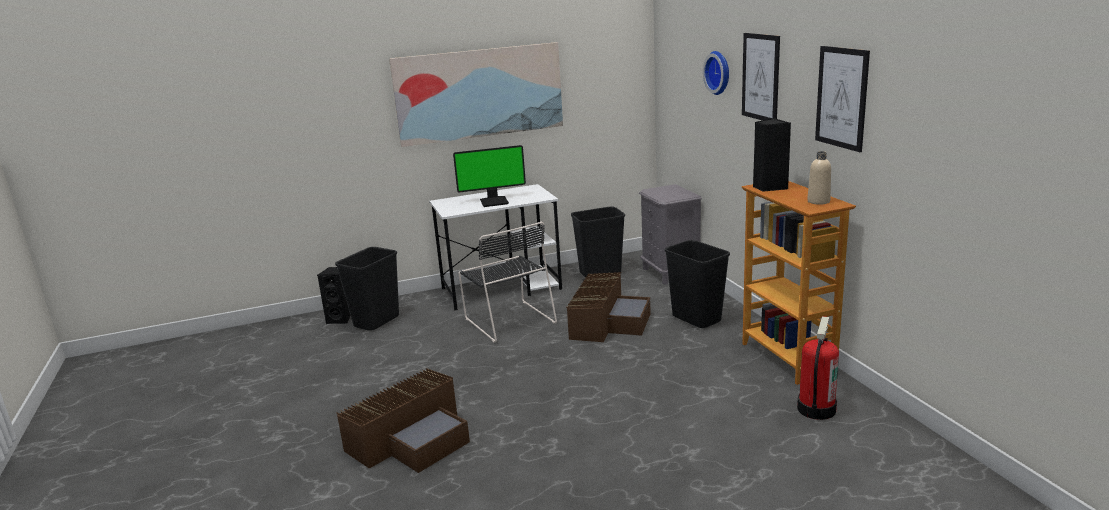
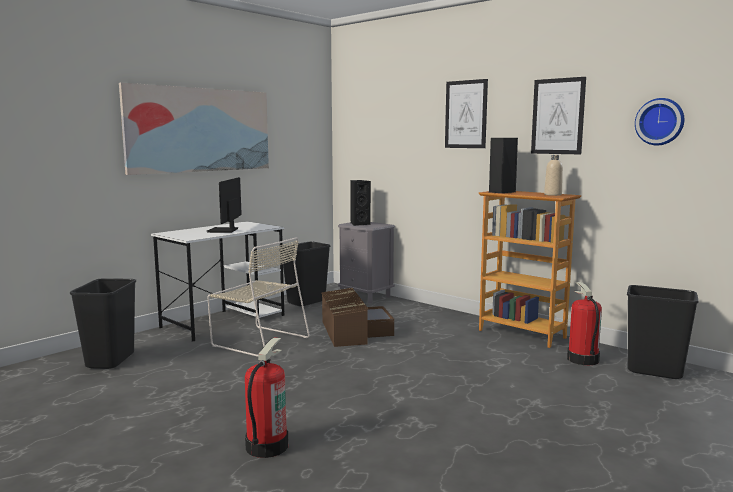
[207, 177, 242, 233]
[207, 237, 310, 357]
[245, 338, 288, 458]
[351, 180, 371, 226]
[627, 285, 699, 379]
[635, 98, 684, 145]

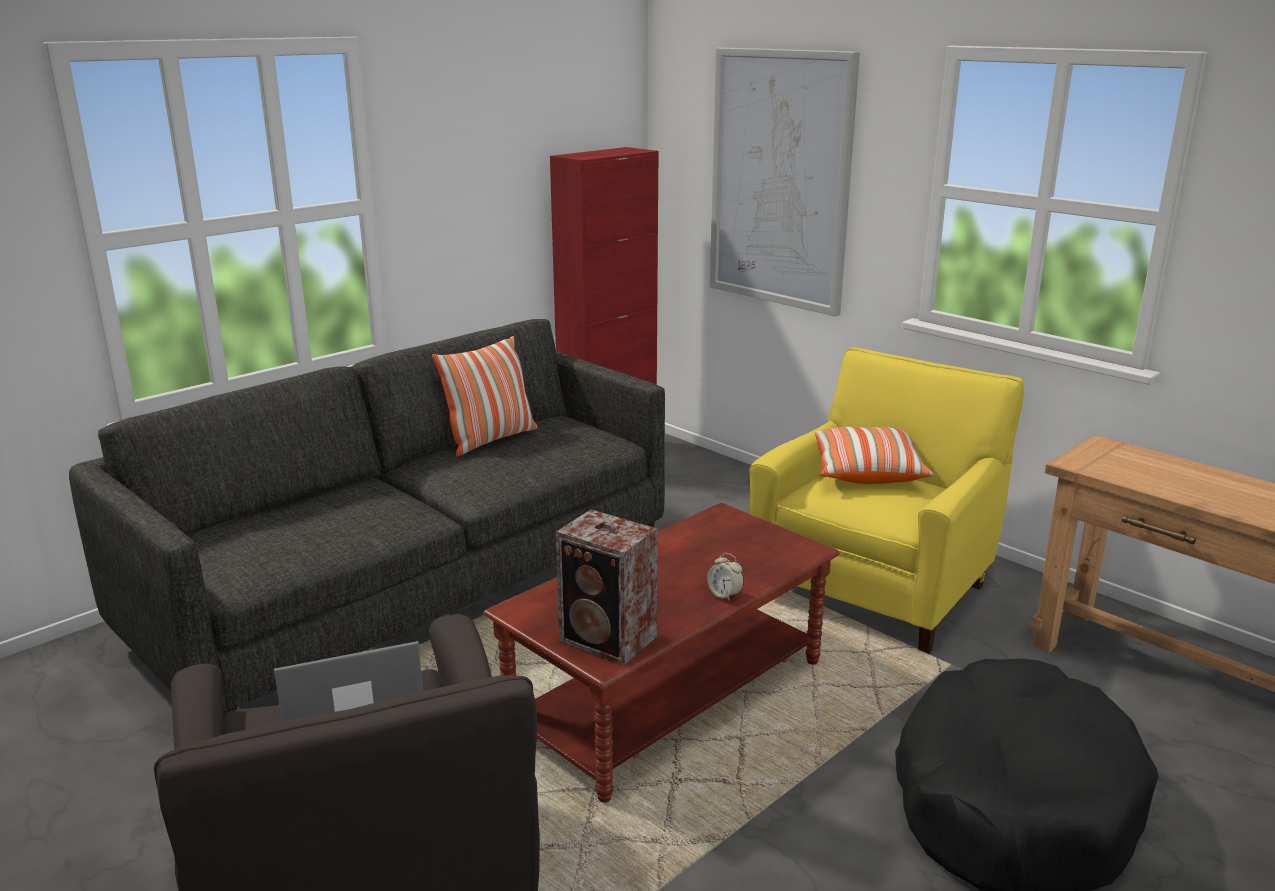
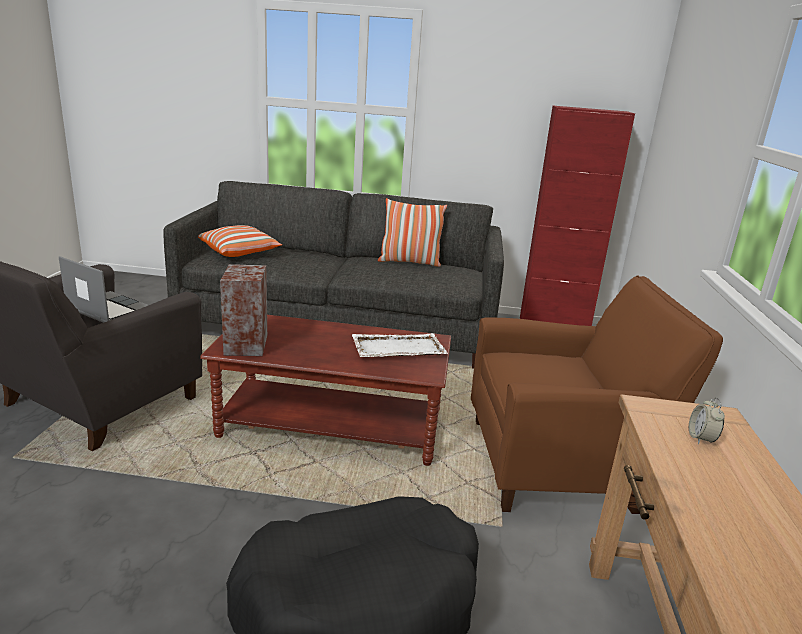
[198, 225, 282, 257]
[352, 333, 448, 357]
[471, 275, 723, 514]
[689, 397, 725, 444]
[710, 47, 860, 316] (first image)

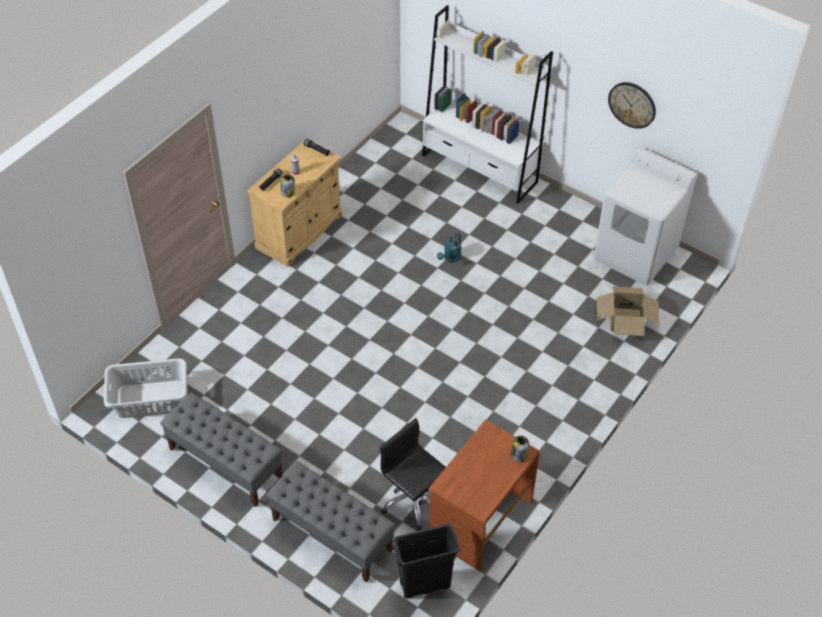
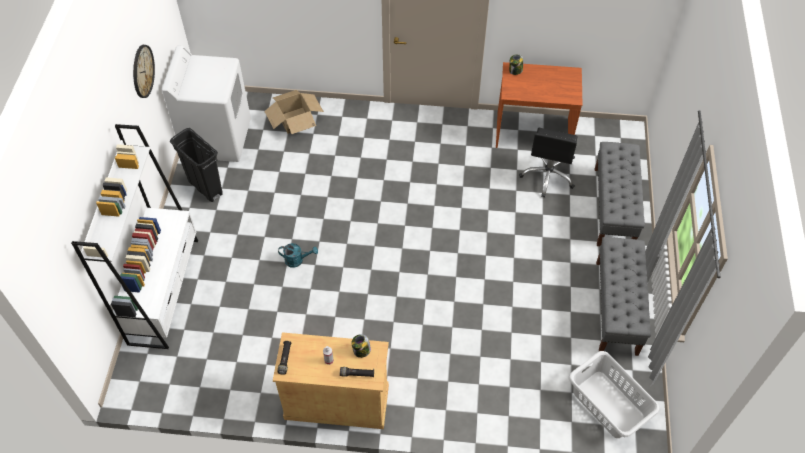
[170, 128, 223, 202]

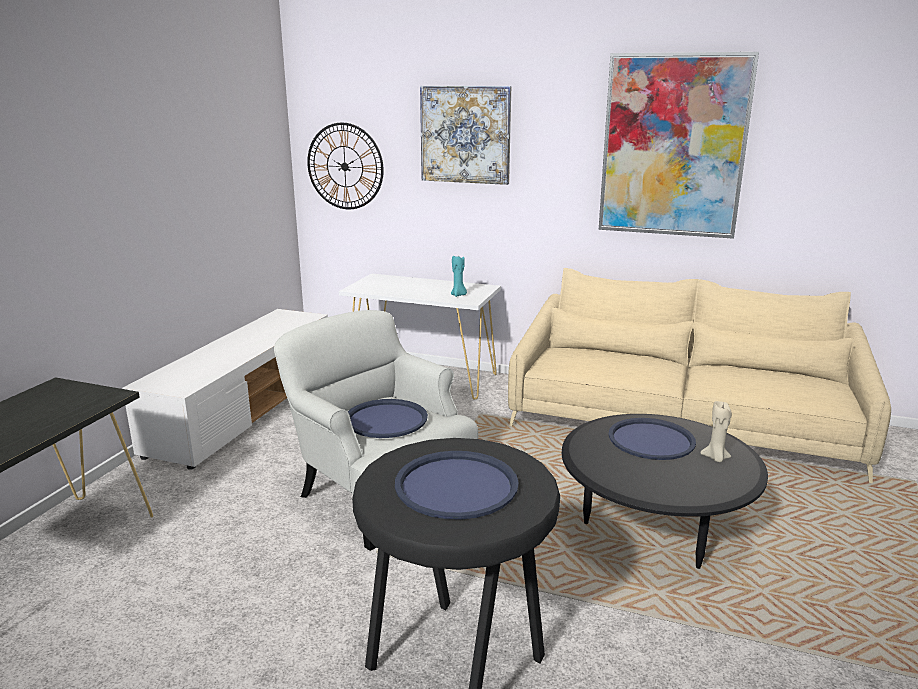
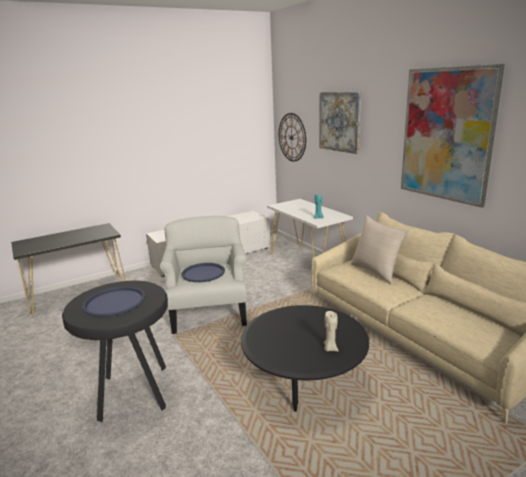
[351, 215, 409, 284]
[609, 418, 696, 460] (first image)

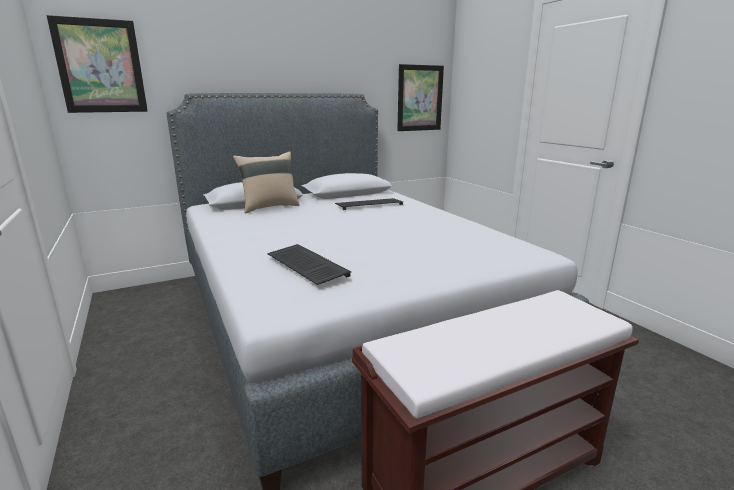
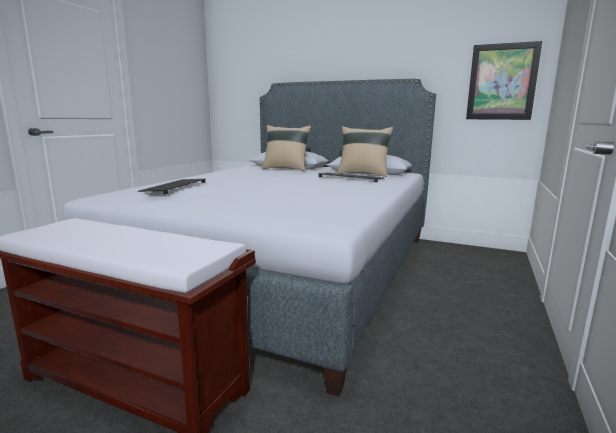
[337, 126, 393, 177]
[46, 15, 148, 113] (first image)

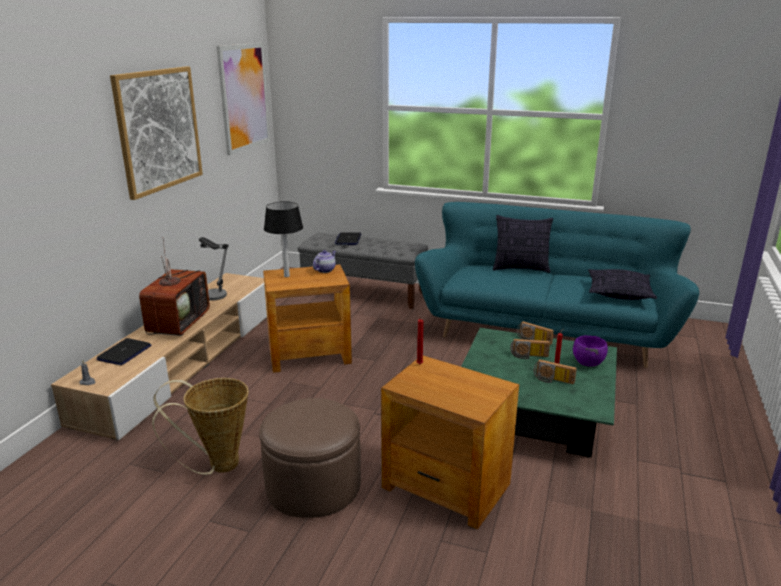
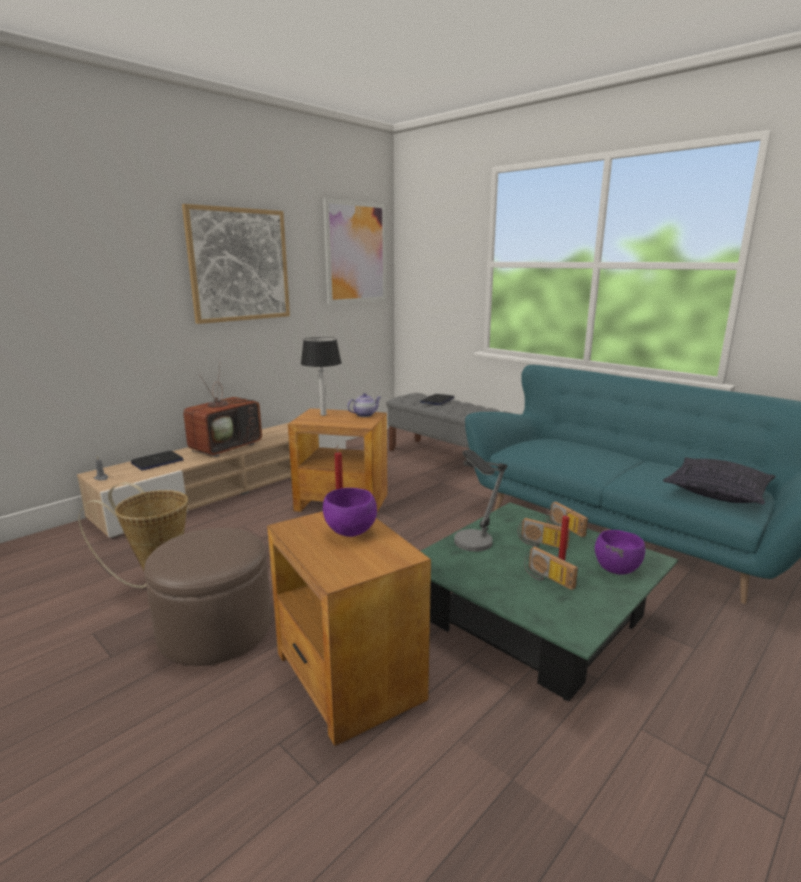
[323, 488, 377, 537]
[454, 450, 507, 552]
[493, 215, 553, 273] (first image)

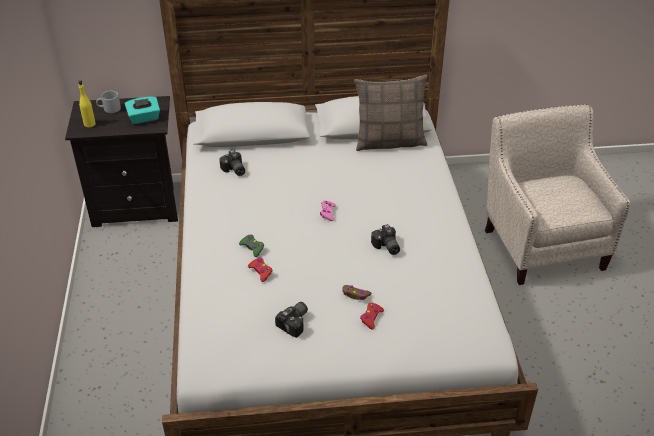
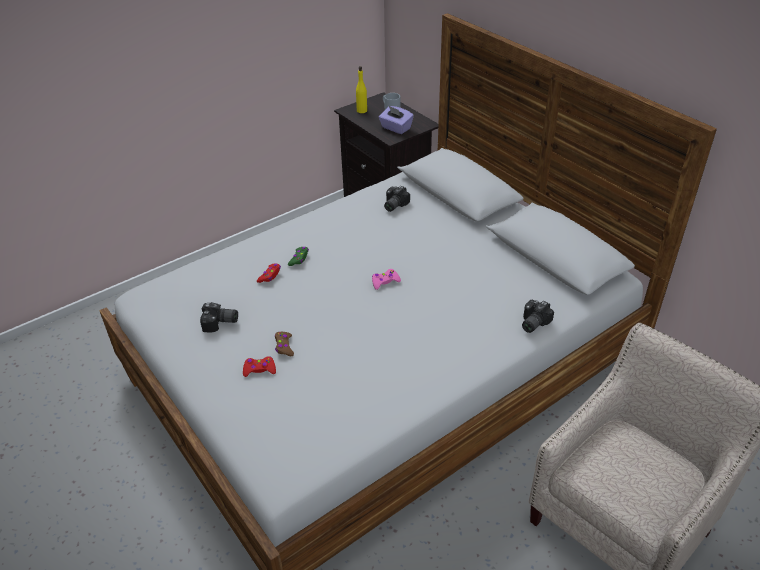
[379, 106, 414, 134]
[522, 300, 554, 333]
[354, 75, 428, 151] (first image)

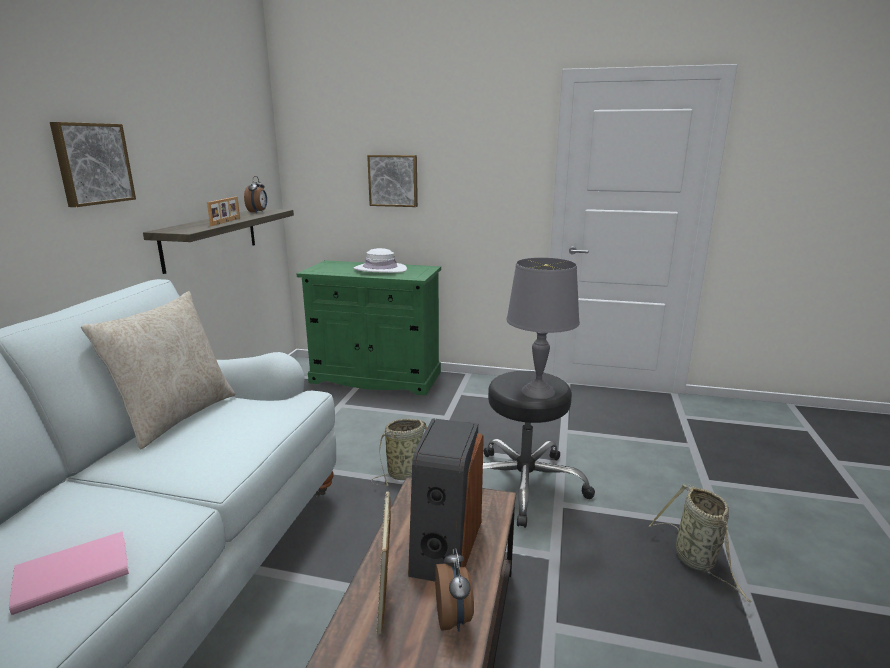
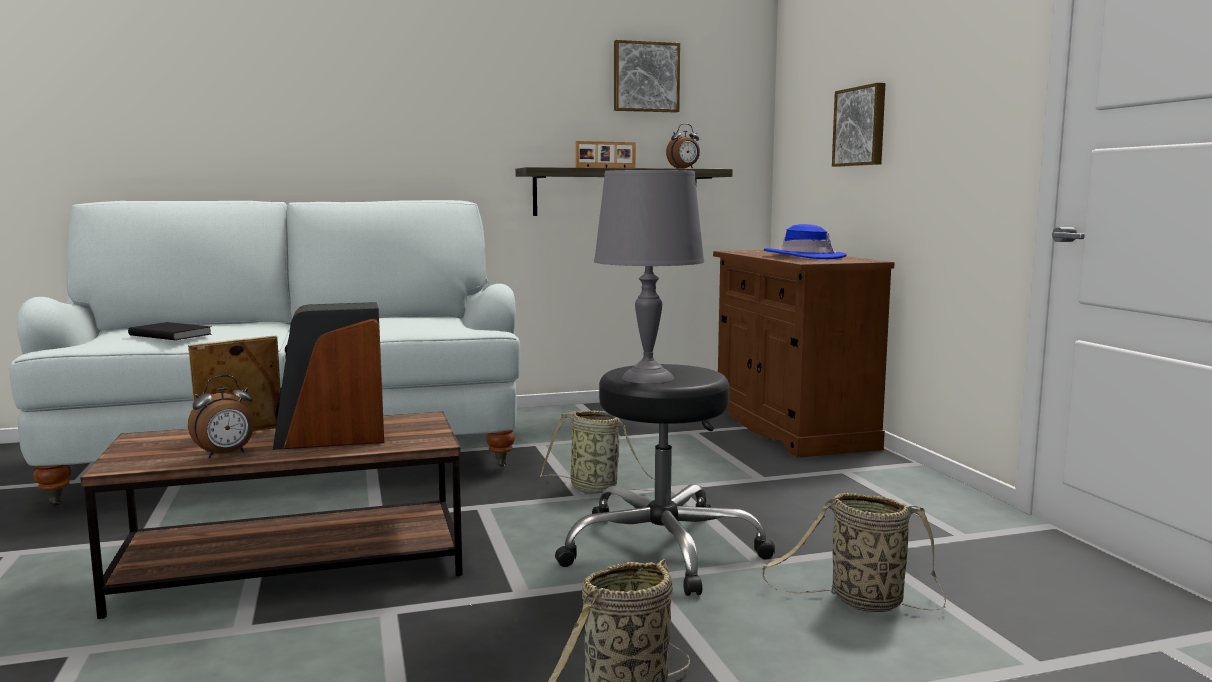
[128, 322, 212, 340]
[614, 40, 680, 113]
[713, 250, 895, 458]
[761, 493, 946, 612]
[764, 224, 847, 259]
[81, 291, 236, 449] (first image)

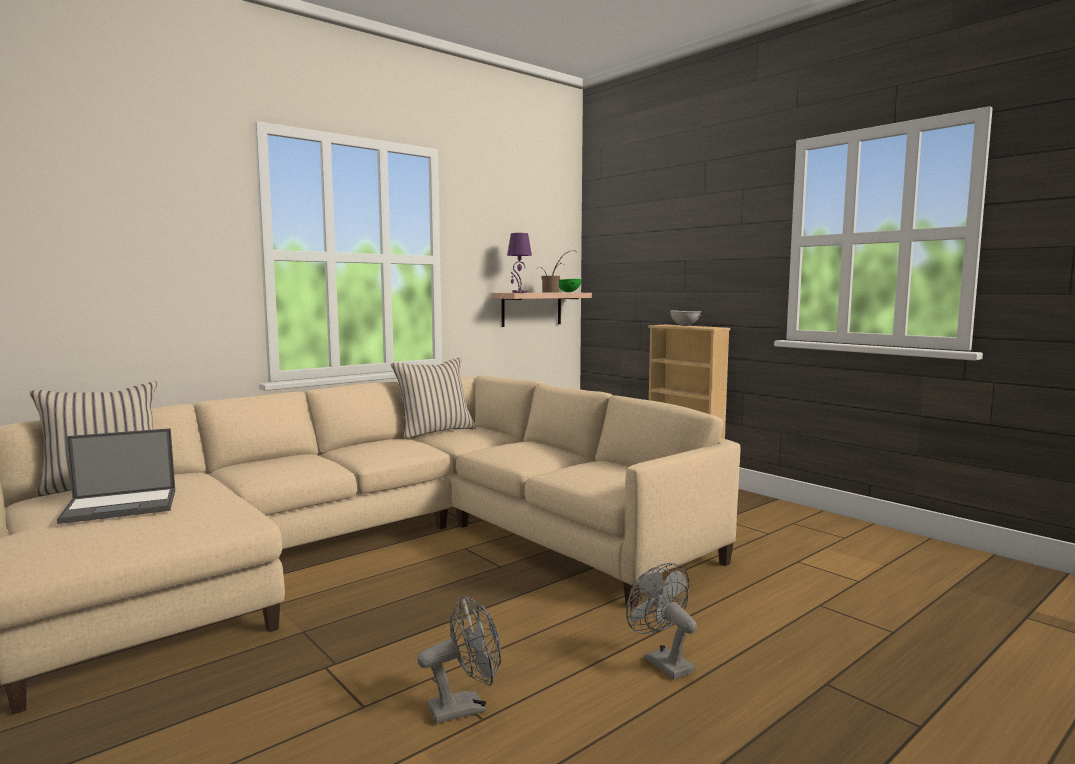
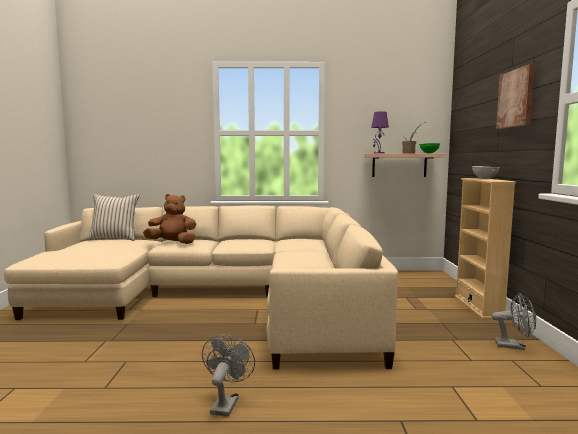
[143, 194, 196, 244]
[492, 293, 536, 350]
[496, 64, 535, 129]
[57, 428, 175, 524] (first image)
[391, 357, 476, 438] (first image)

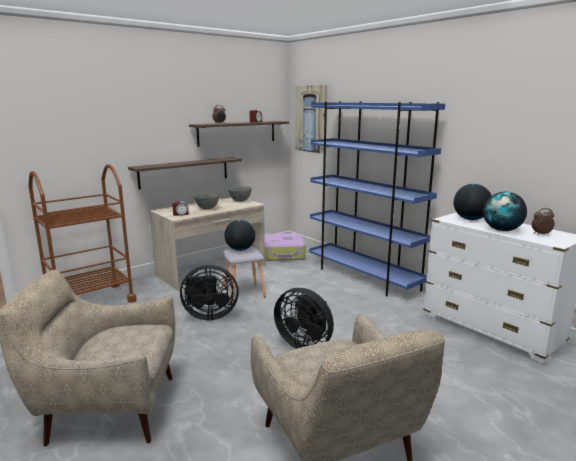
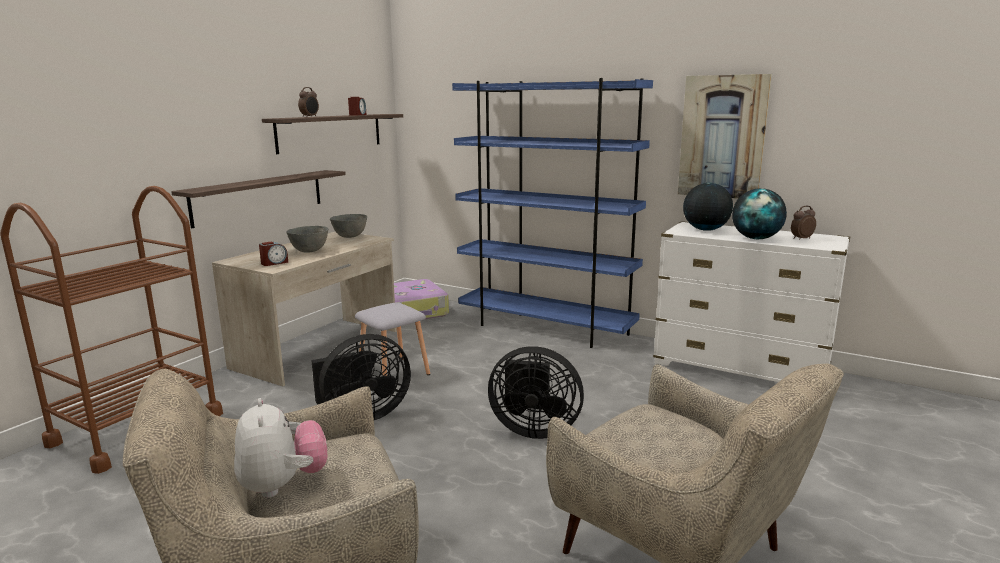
[234, 398, 328, 498]
[678, 74, 772, 199]
[224, 220, 256, 251] (first image)

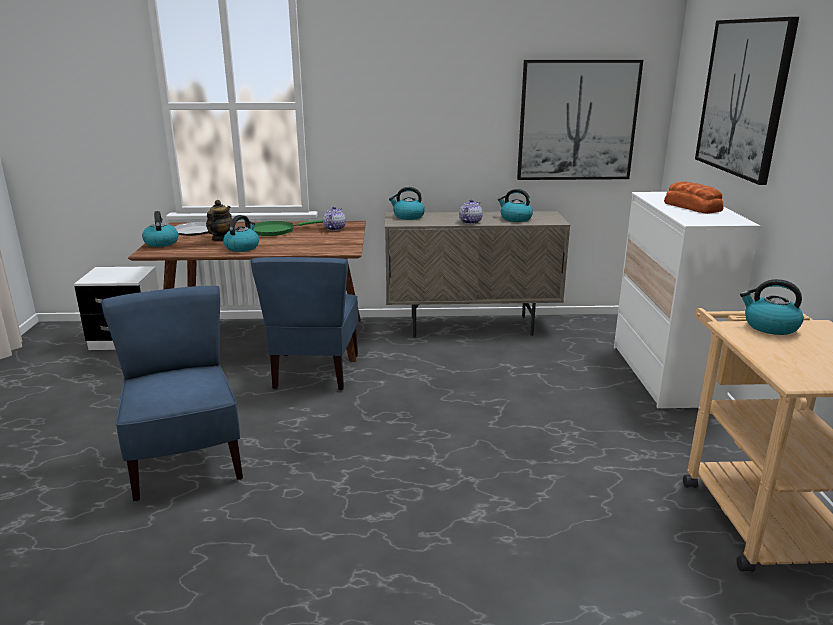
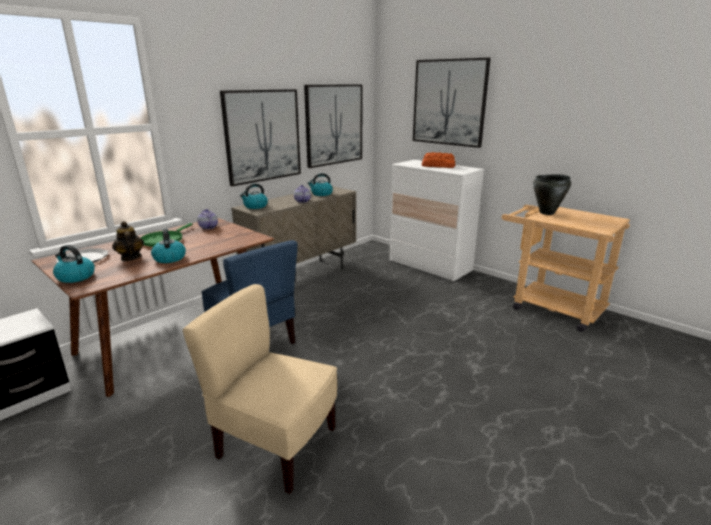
[183, 284, 337, 494]
[220, 89, 301, 187]
[533, 175, 571, 215]

